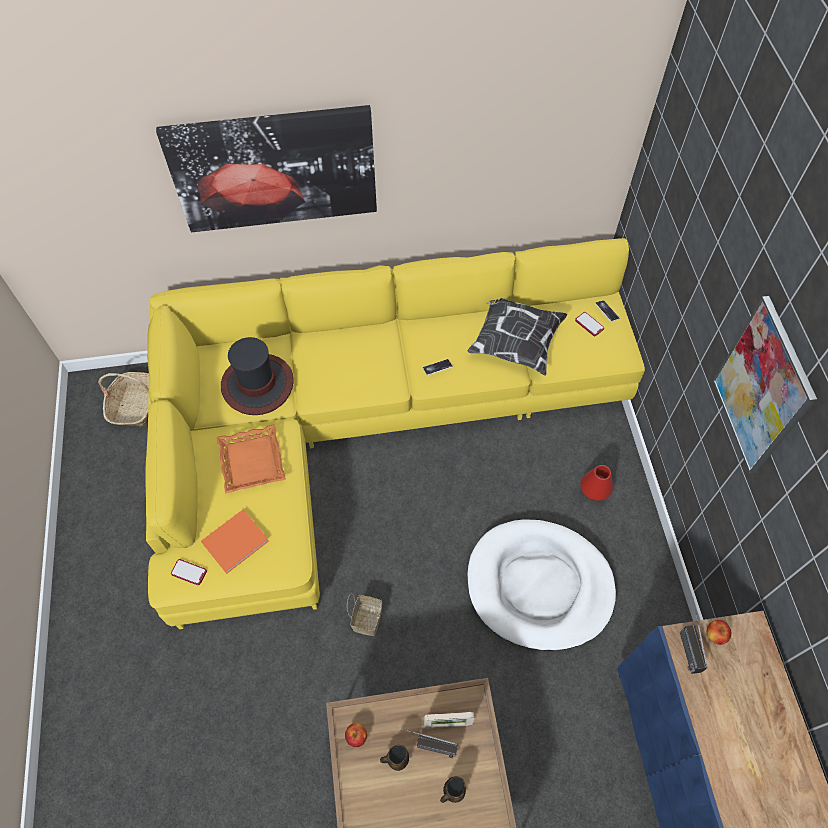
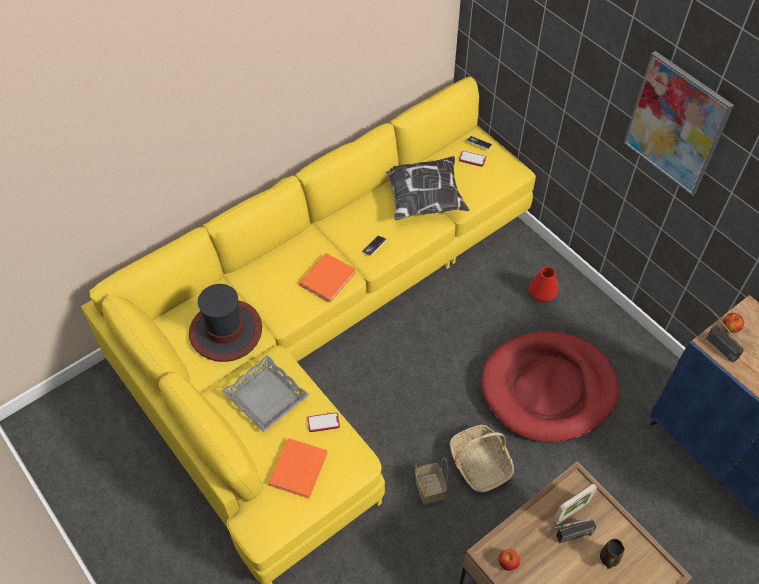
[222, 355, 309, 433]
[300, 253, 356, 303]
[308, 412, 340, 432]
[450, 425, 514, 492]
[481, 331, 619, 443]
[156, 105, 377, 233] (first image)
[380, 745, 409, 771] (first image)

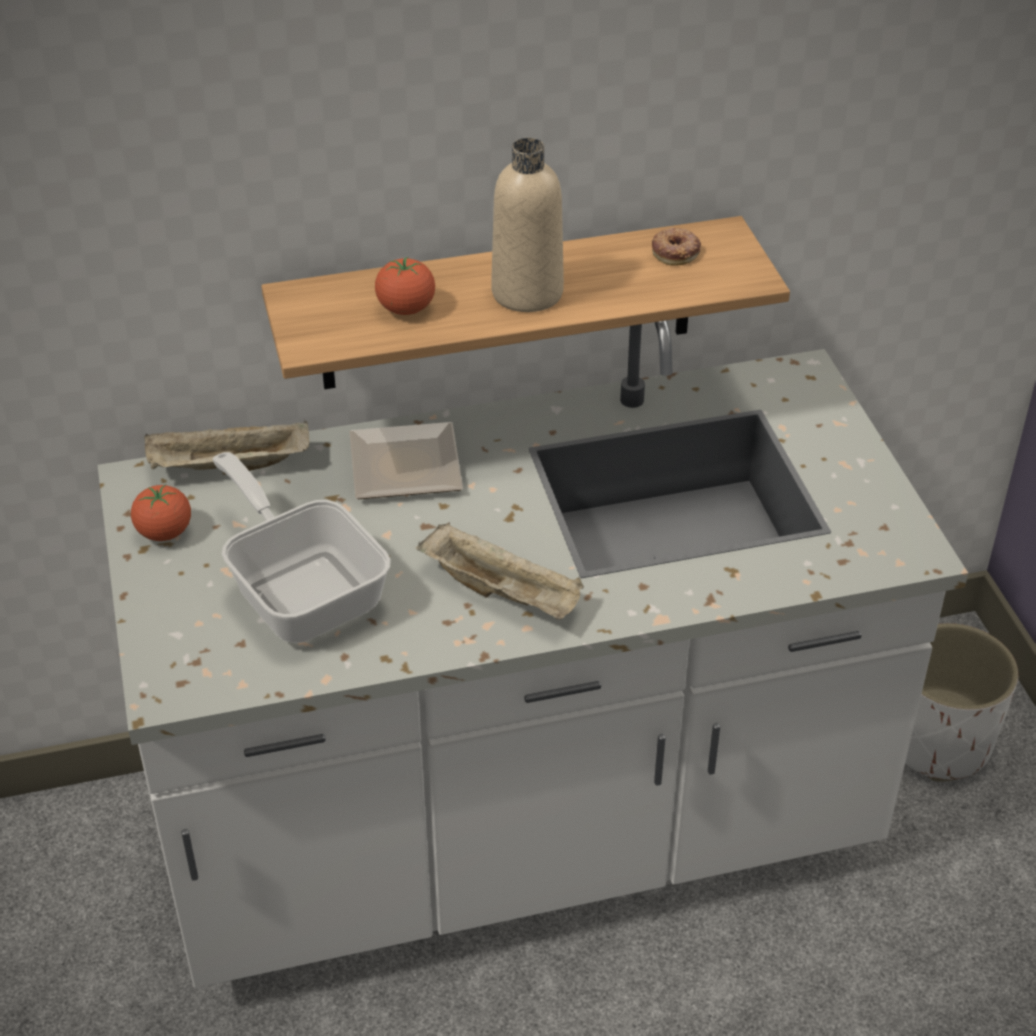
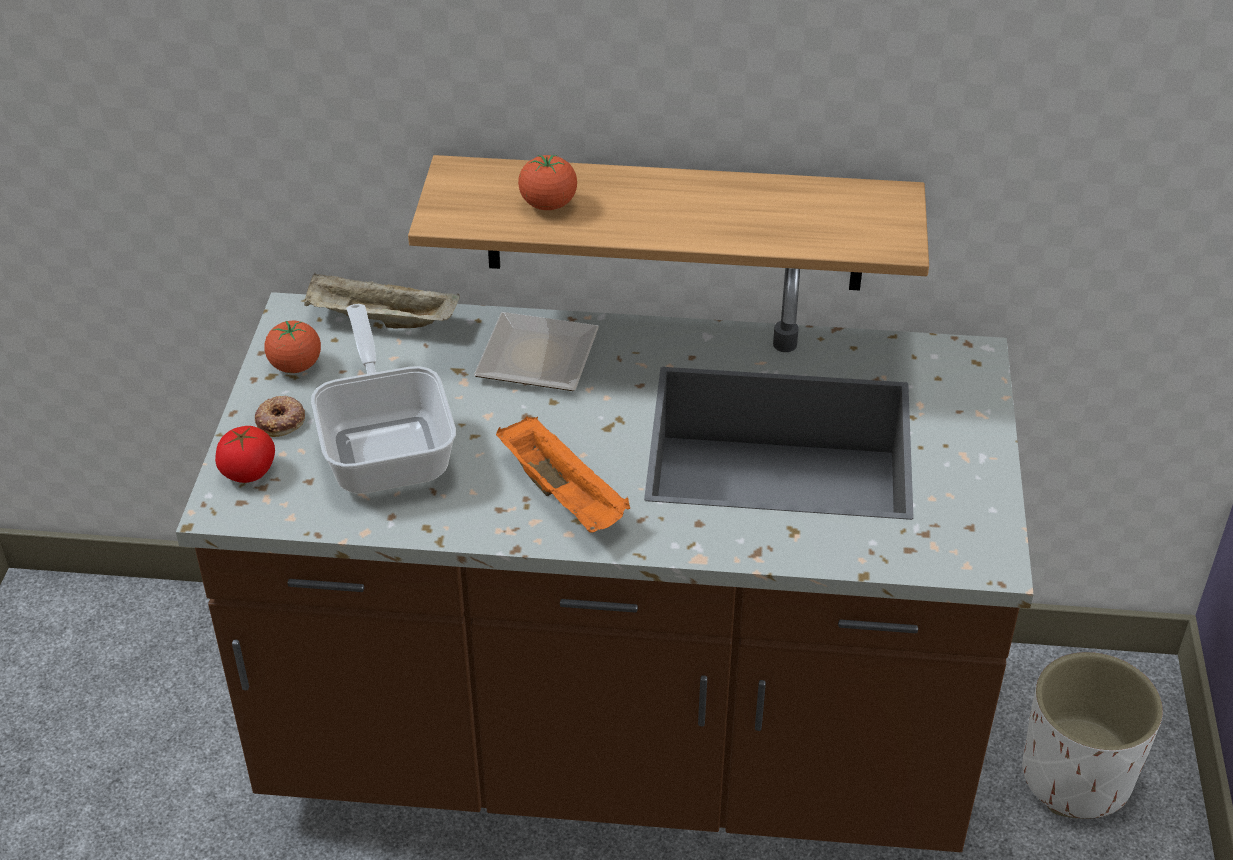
[176, 268, 1034, 852]
[215, 426, 275, 483]
[255, 396, 305, 437]
[496, 417, 630, 533]
[491, 138, 564, 312] (first image)

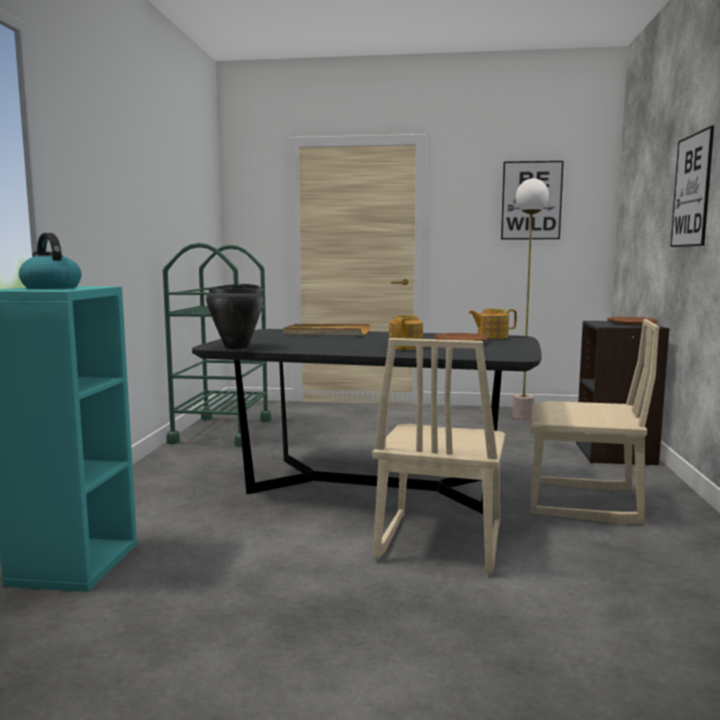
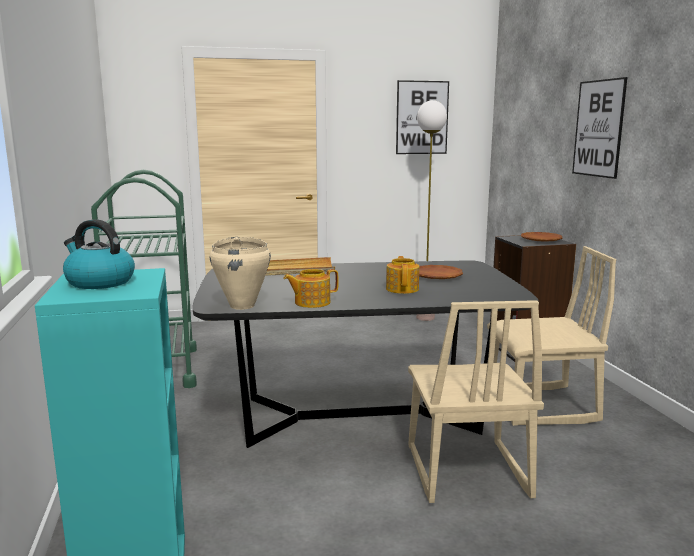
[210, 237, 271, 310]
[284, 269, 339, 308]

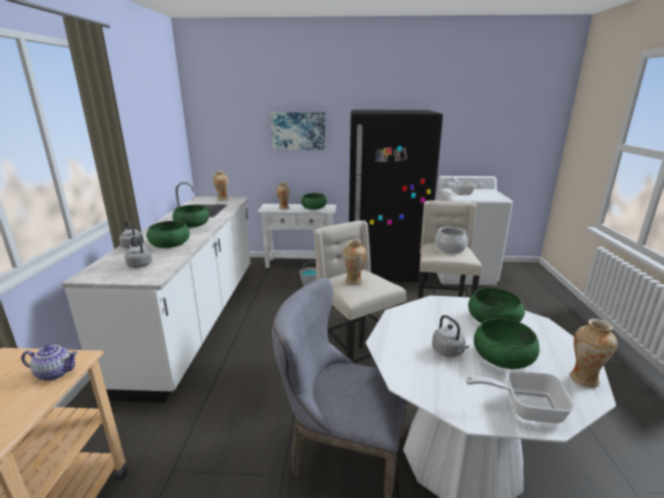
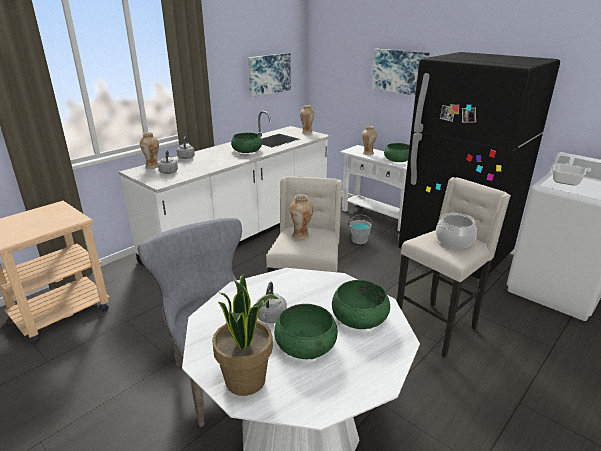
[140, 132, 159, 169]
[212, 273, 279, 396]
[248, 53, 291, 97]
[21, 345, 78, 381] (first image)
[146, 221, 190, 248] (first image)

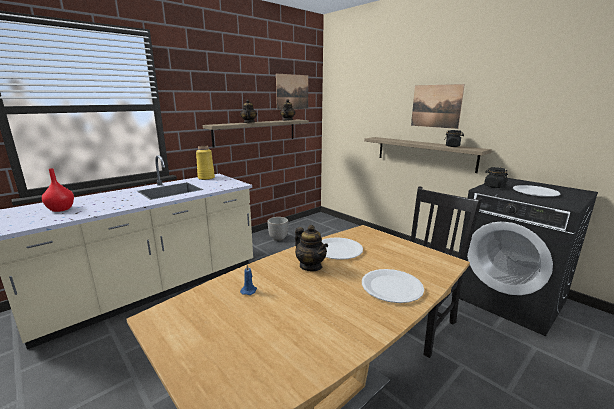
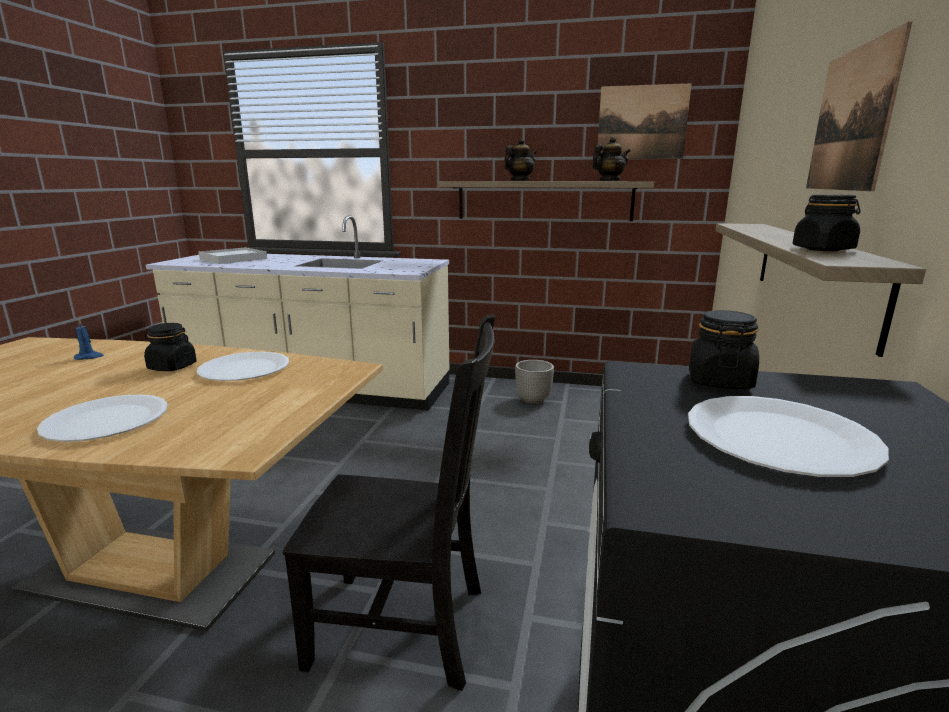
[144, 323, 197, 371]
[198, 247, 267, 264]
[196, 146, 215, 180] (first image)

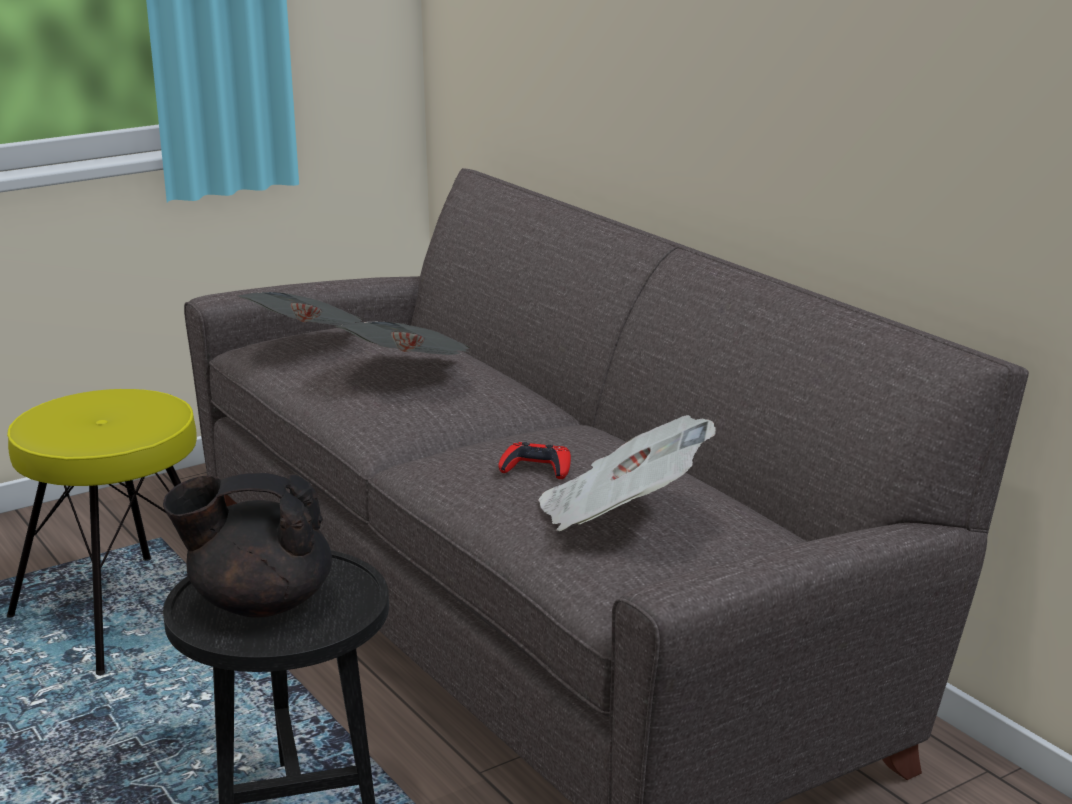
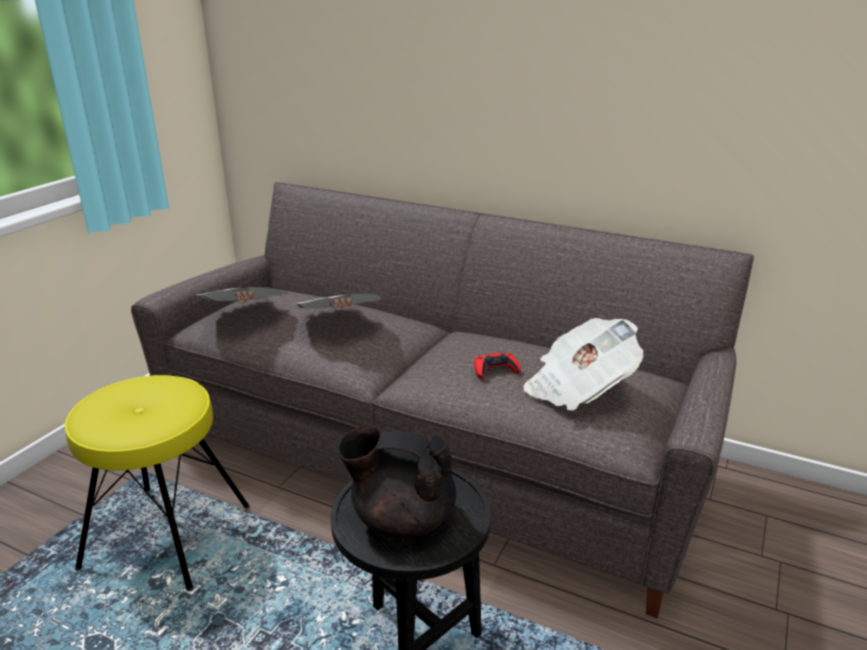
[337, 426, 456, 538]

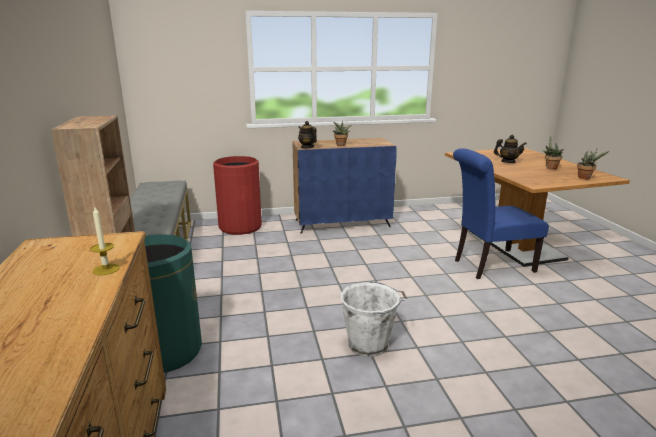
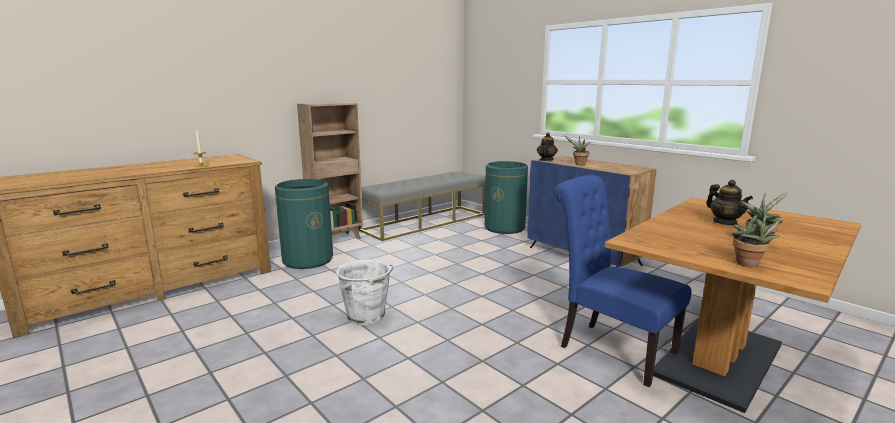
[485, 161, 528, 234]

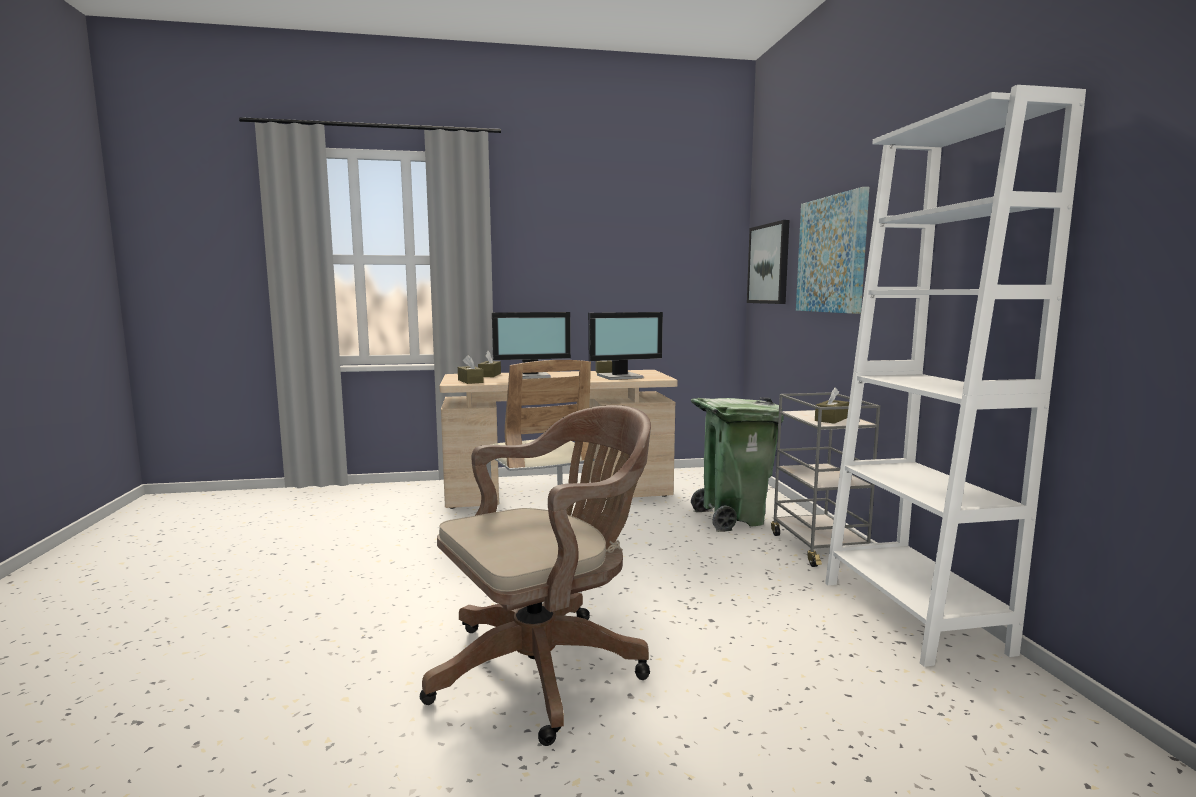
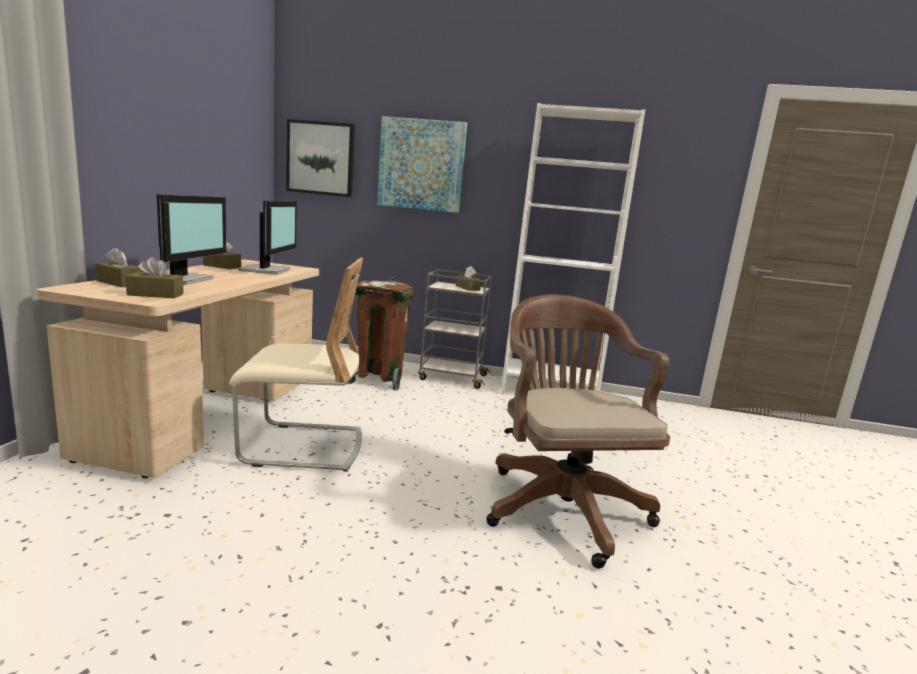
[347, 277, 413, 391]

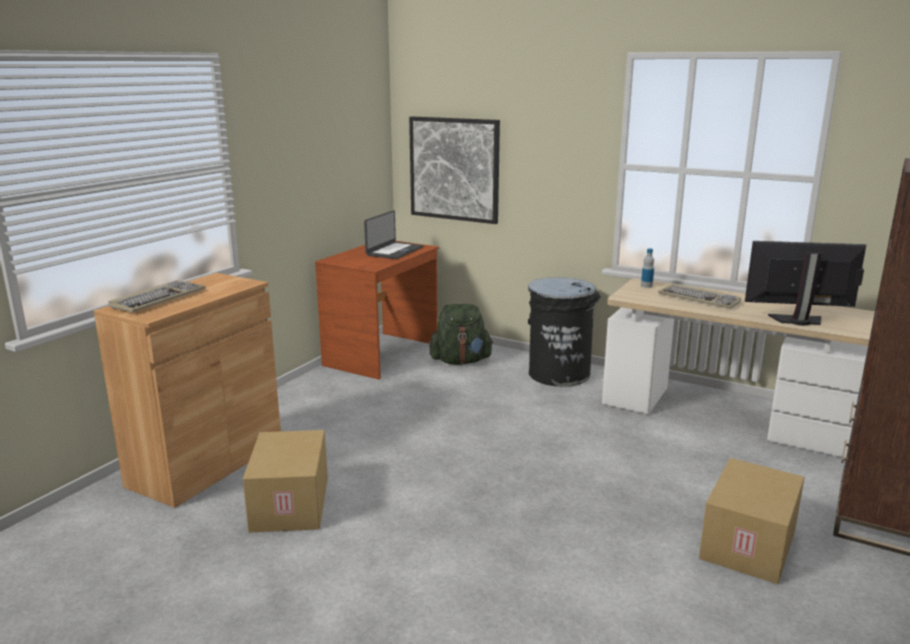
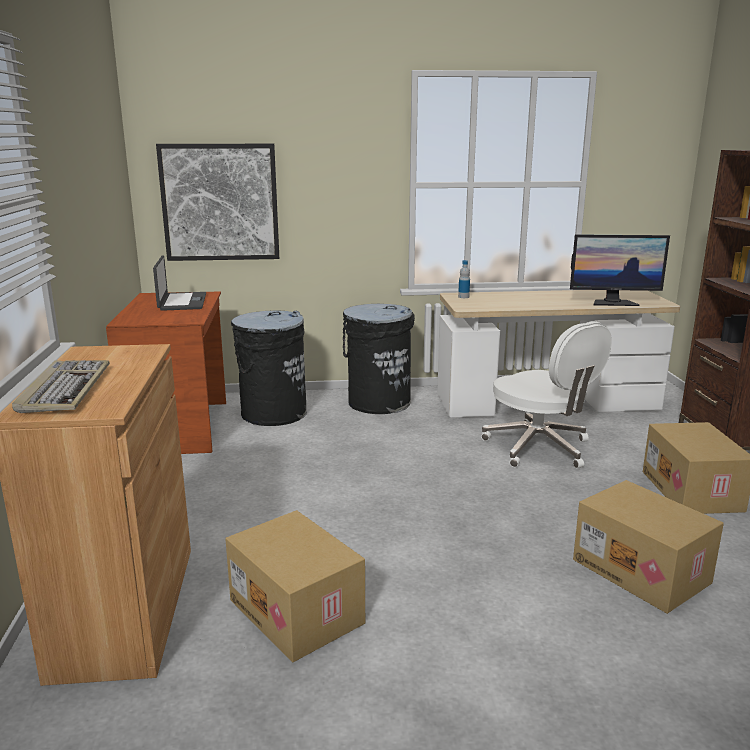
[231, 310, 307, 426]
[481, 321, 612, 468]
[570, 234, 670, 306]
[573, 480, 724, 614]
[658, 283, 741, 309] (first image)

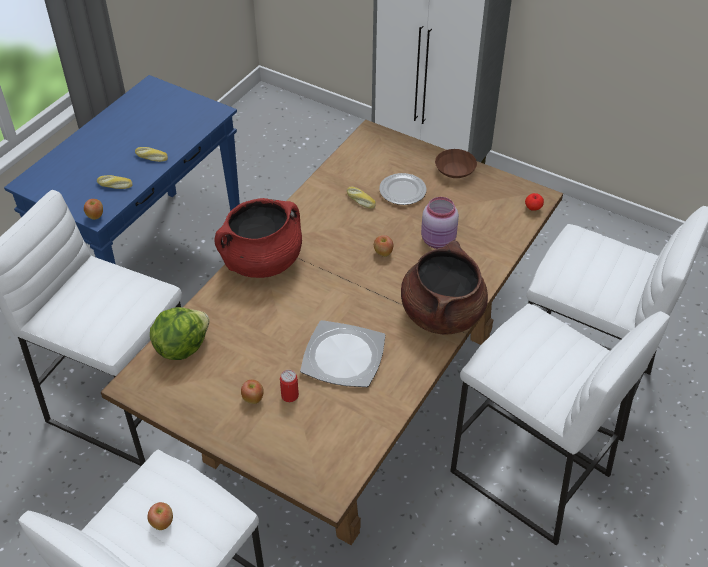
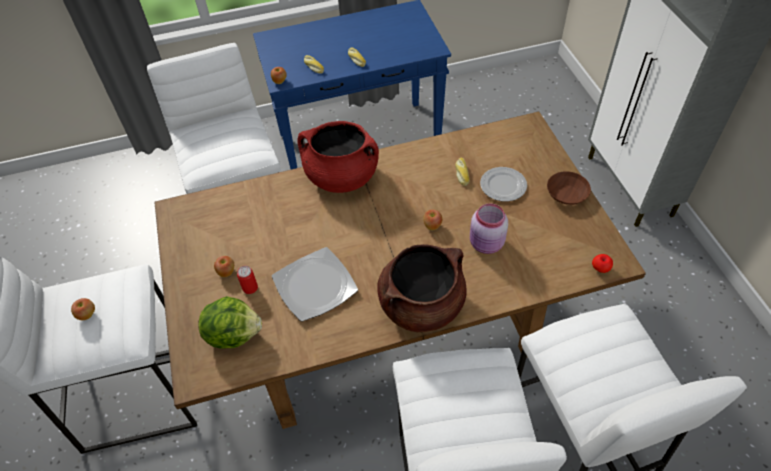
[198, 296, 262, 349]

